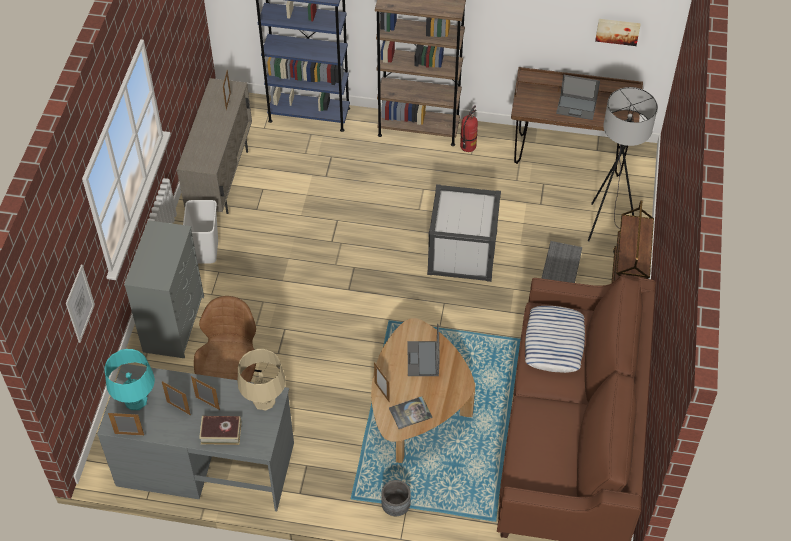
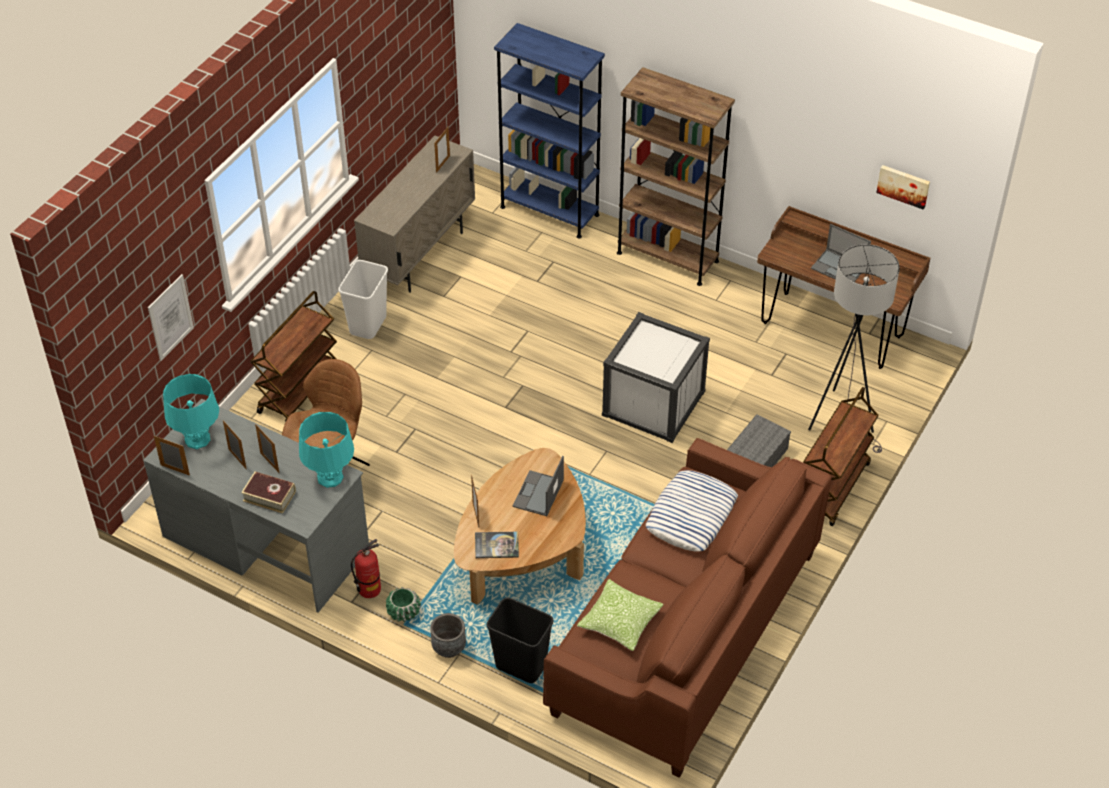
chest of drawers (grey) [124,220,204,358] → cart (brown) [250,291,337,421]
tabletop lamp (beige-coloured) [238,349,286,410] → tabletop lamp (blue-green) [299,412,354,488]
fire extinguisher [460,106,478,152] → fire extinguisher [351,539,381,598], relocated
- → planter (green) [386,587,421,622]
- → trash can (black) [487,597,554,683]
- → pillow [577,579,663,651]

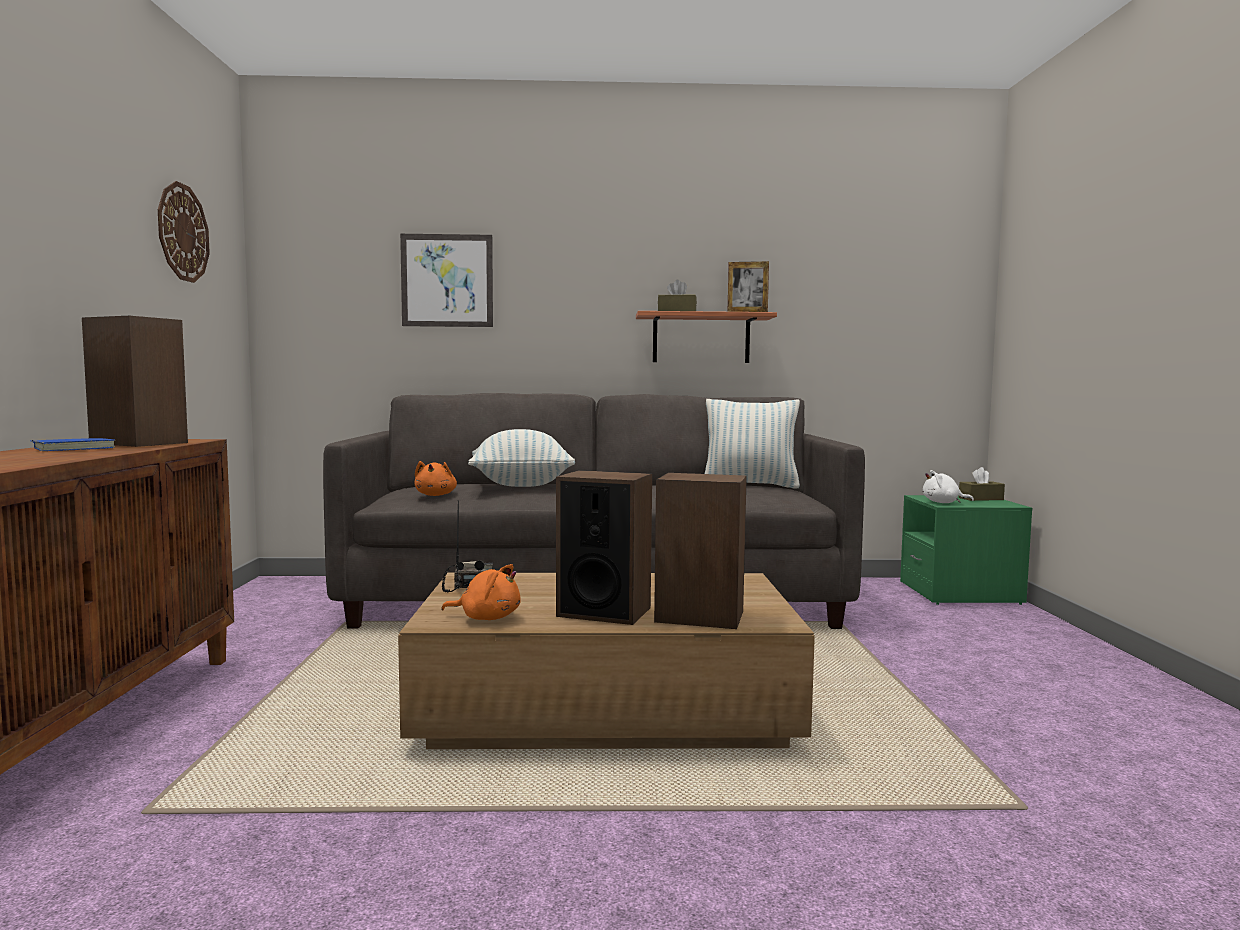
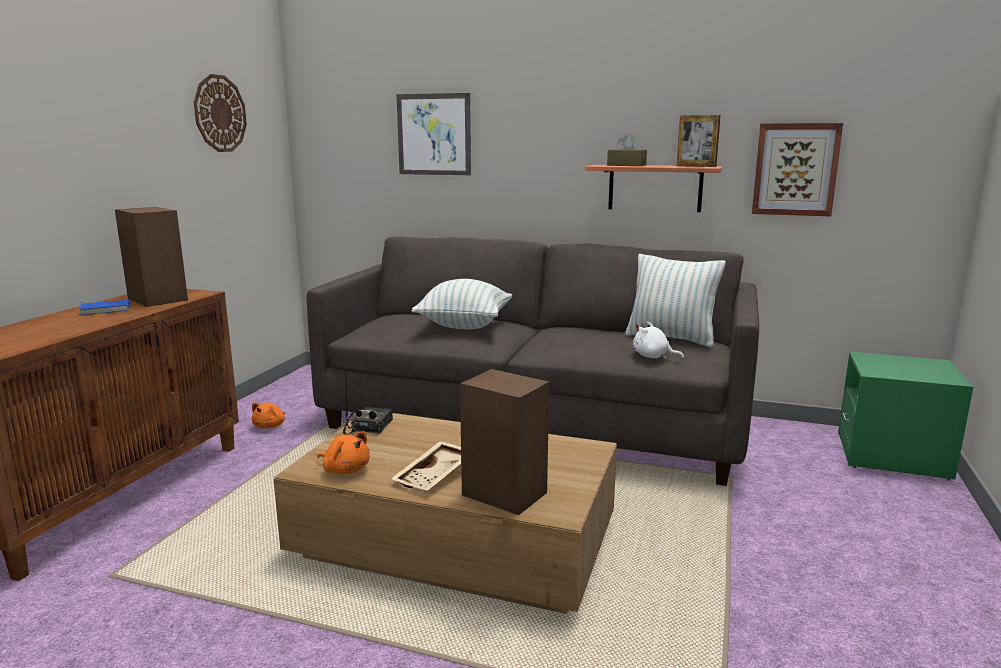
soft toy (orange) [414,461,457,496] → soft toy (orange) [251,402,285,428], relocated
loudspeaker [556,470,652,625] → serving tray (beige-coloured) [391,441,461,491]
soft toy (white-coloured) [923,470,974,503] → soft toy (white-coloured) [633,321,684,359], relocated
- → wall art [752,123,843,216]
tissue box (brown) [959,467,1005,501] → -

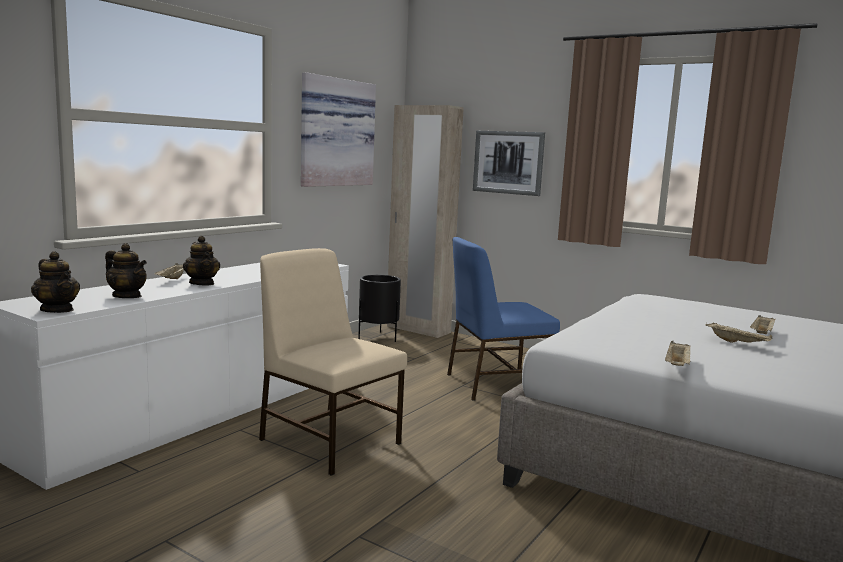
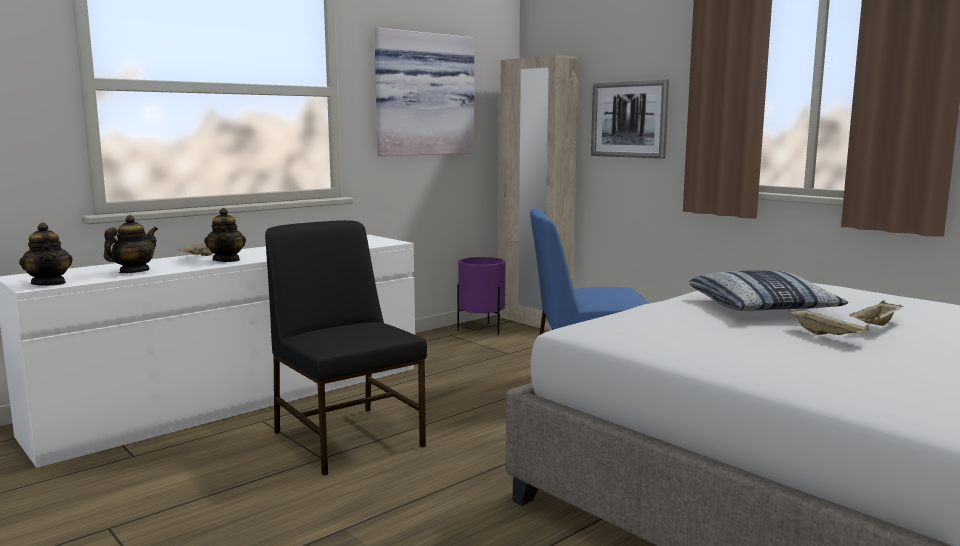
pot for tea [105,243,147,298] → pot for tea [104,215,158,273], 105 degrees counterclockwise
upright chair (beige-coloured) [259,248,407,476] → upright chair (black) [265,220,427,476]
planter (black) [358,275,401,342] → planter (purple-coloured) [457,257,506,335]
- → pillow [689,270,848,311]
serving tray (beige-coloured) [665,341,691,366] → -

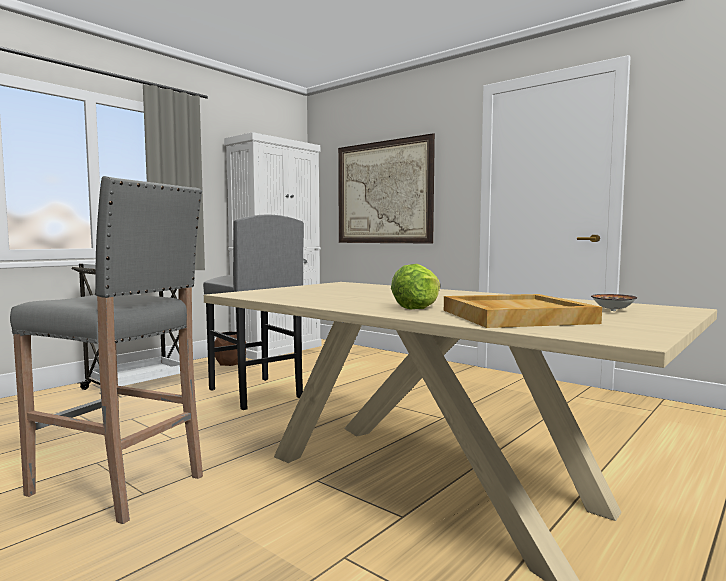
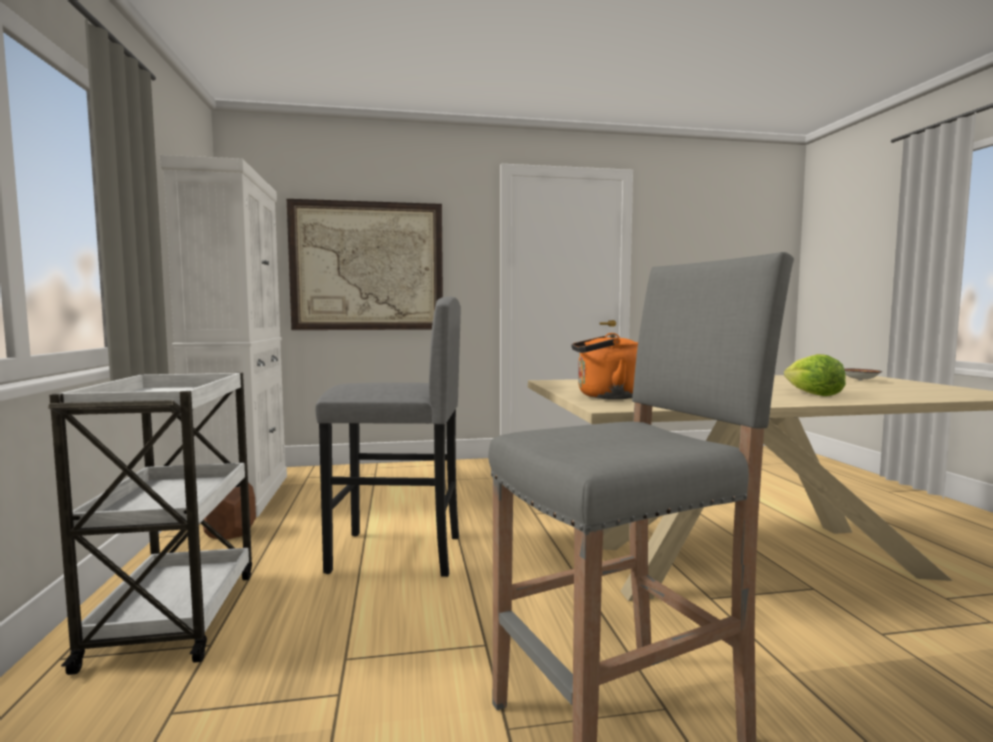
- → tea kettle (orange) [571,333,638,399]
serving tray (beige-coloured) [444,294,602,328] → -

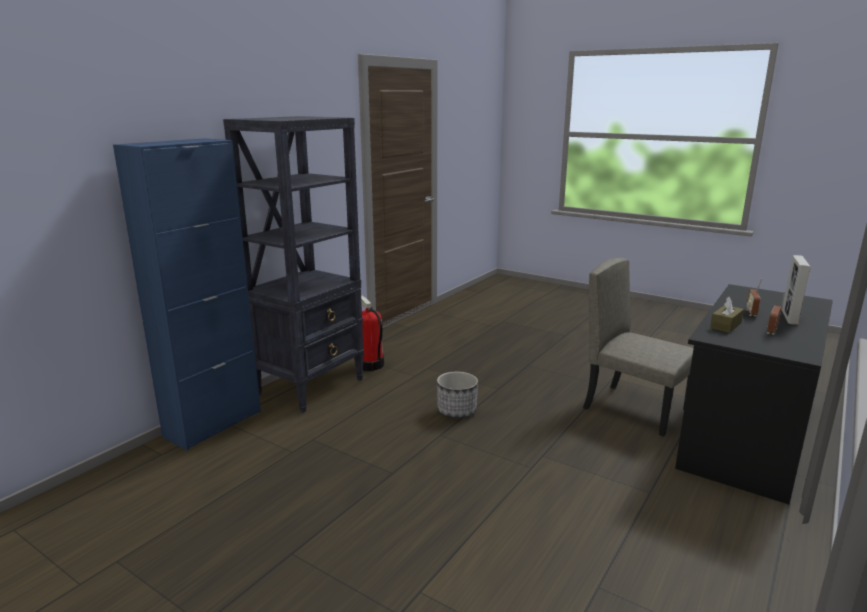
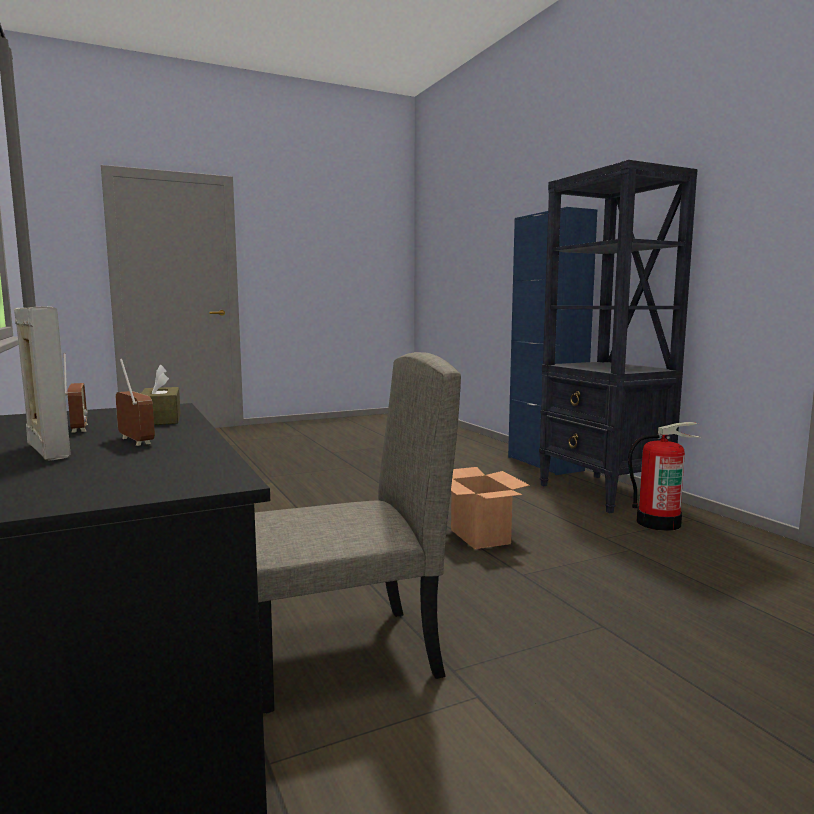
planter [437,372,478,418] → cardboard box [451,467,530,549]

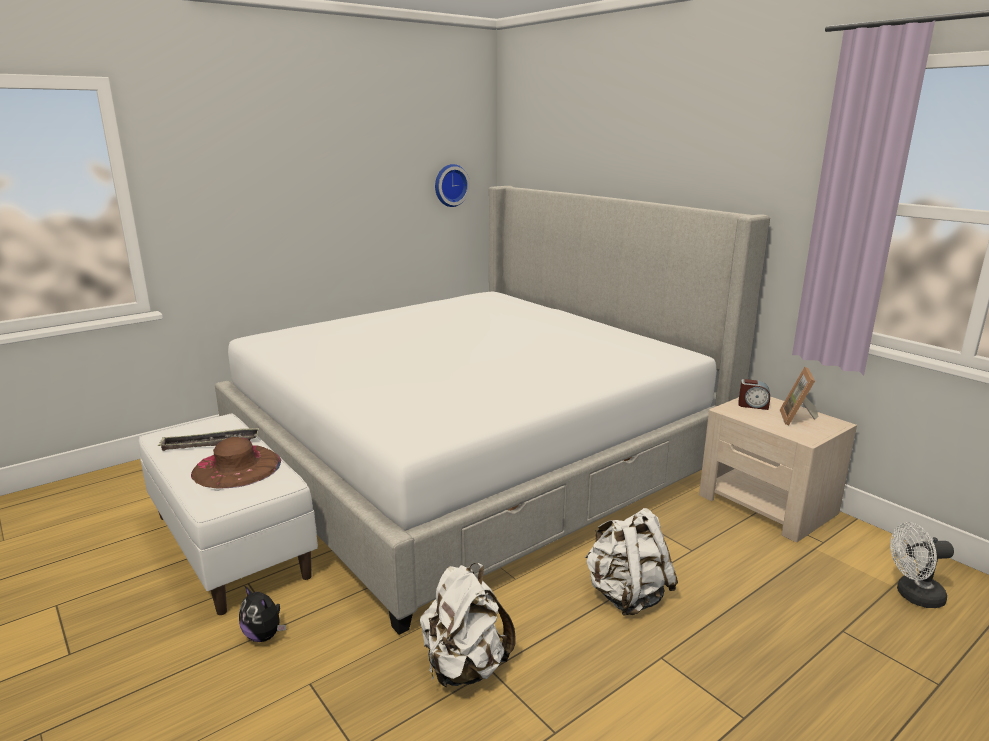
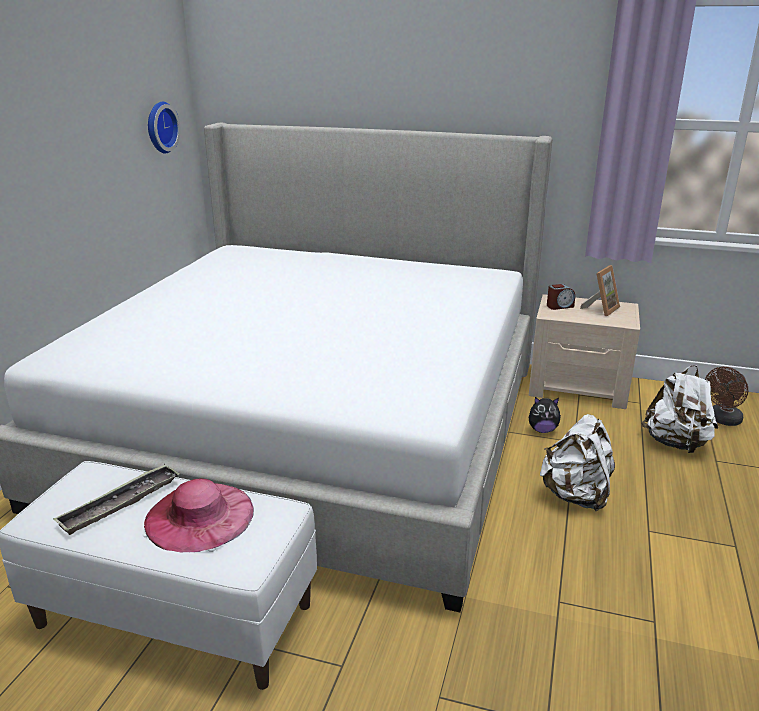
hat (brown) [191,437,281,488] → hat (pink-coloured) [144,478,254,552]
soft toy [239,586,286,642] → soft toy [529,397,561,433], relocated
picture frame [780,367,818,426] → picture frame [580,265,620,316], 120 degrees counterclockwise
knapsack (white-coloured) [420,563,516,688] → knapsack (white-coloured) [641,365,718,453], relocated
electric fan (white-coloured) [890,522,954,608] → electric fan (brown) [705,367,748,426]

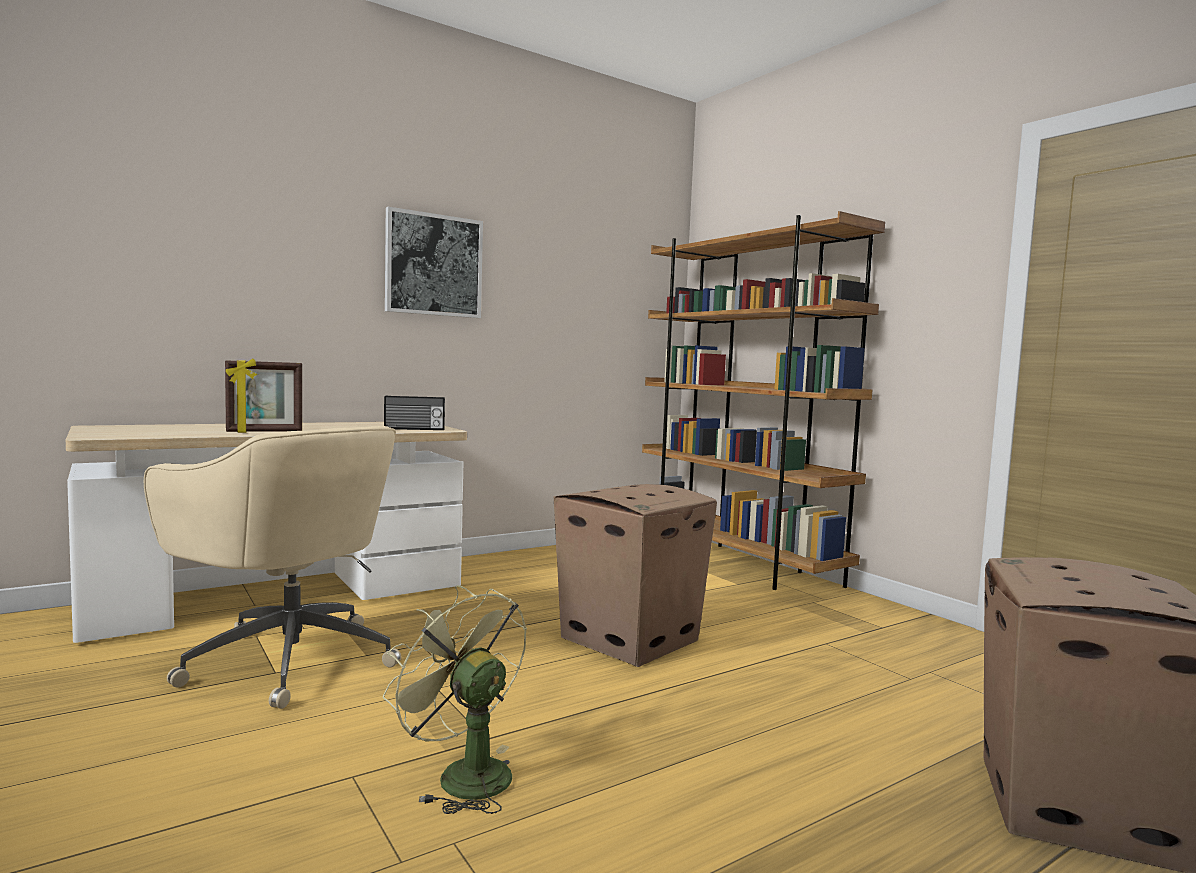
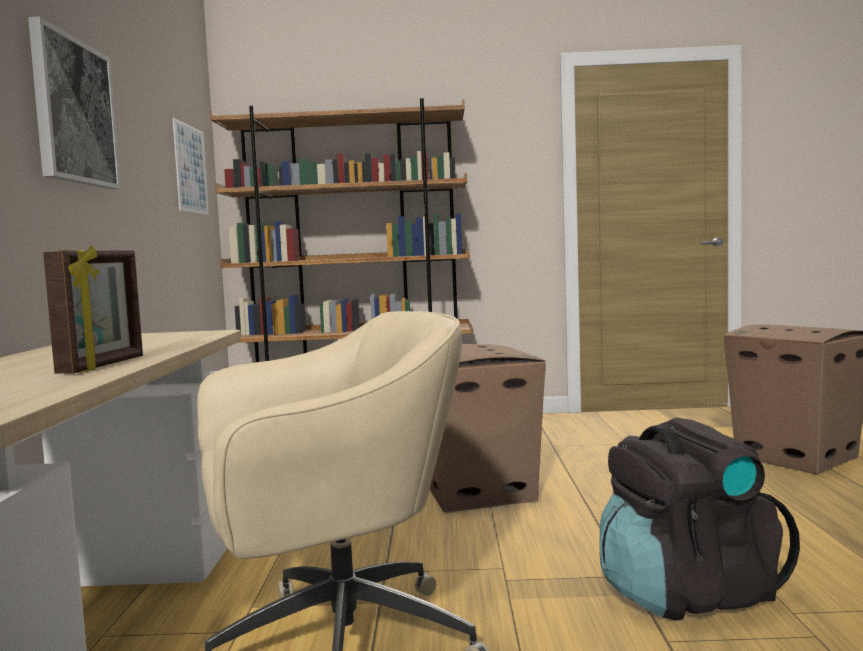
- → wall art [173,118,209,215]
electric fan (green) [383,585,527,814] → knapsack (black) [599,418,800,621]
radio receiver [384,396,445,430] → -

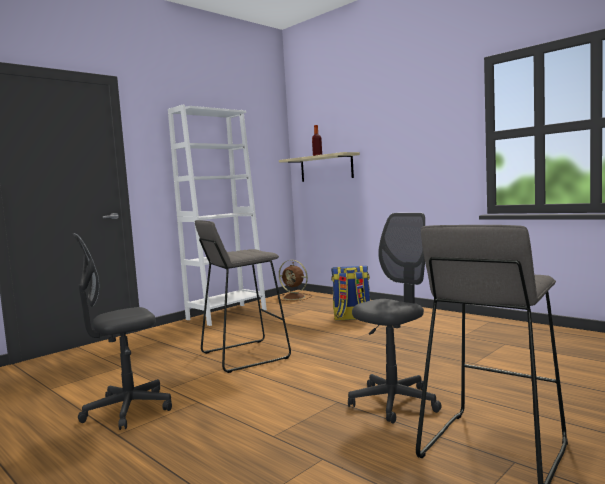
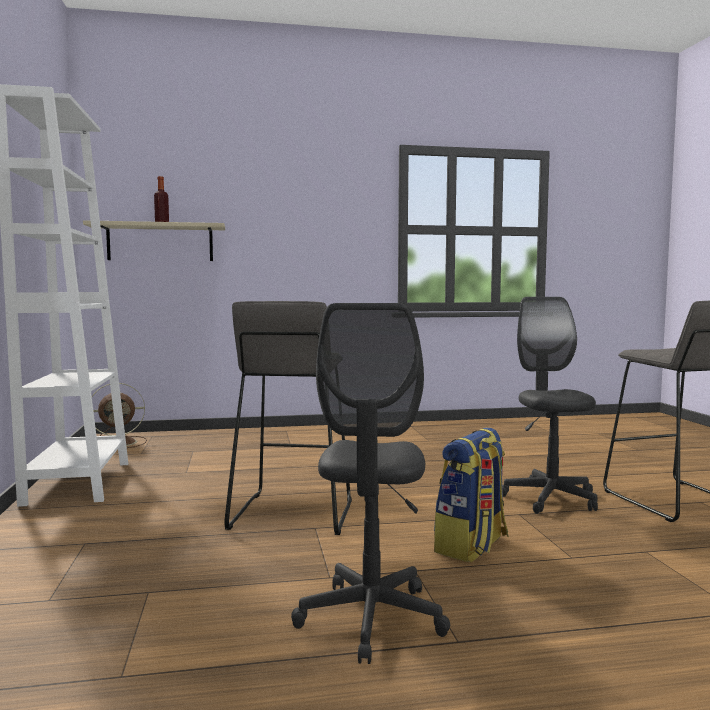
knapsack [331,266,370,321] → knapsack [434,427,509,562], relocated

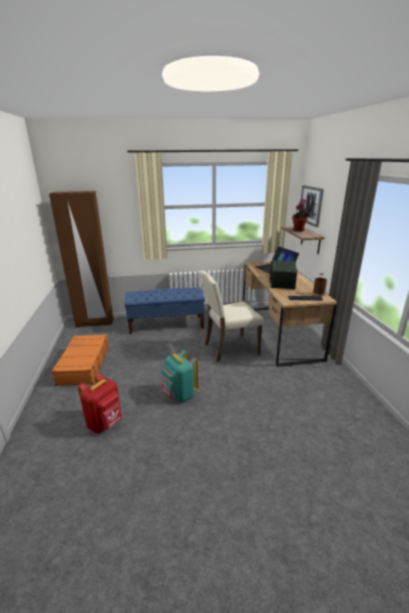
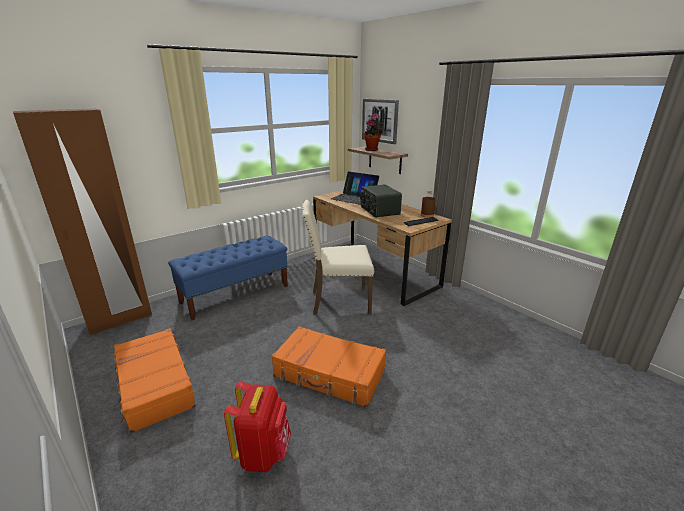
knapsack (blue-green) [162,350,198,402] → piece of luggage (orange) [271,326,386,408]
upright chair (beige-coloured) [199,270,263,362] → upright chair (beige-coloured) [302,200,374,314], 45 degrees clockwise

